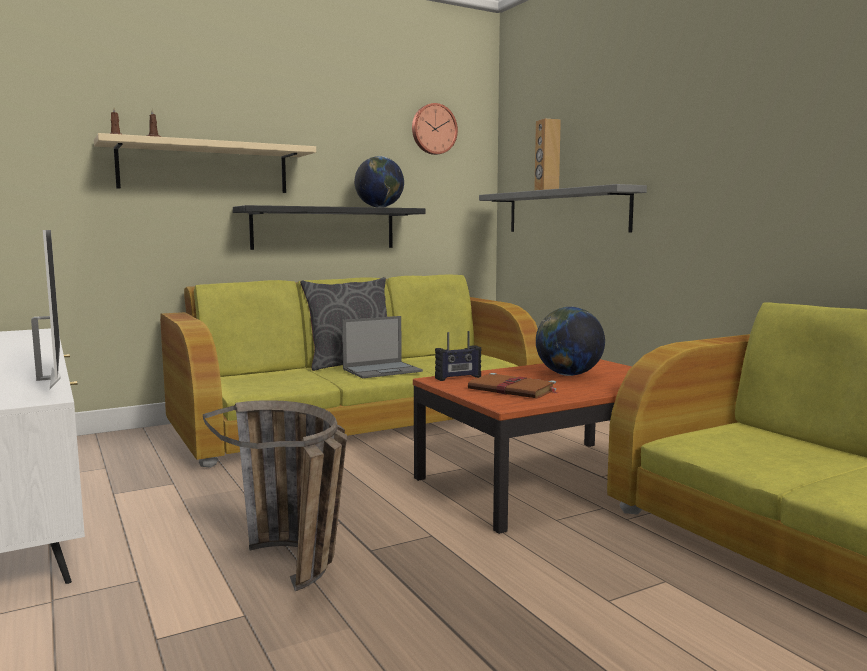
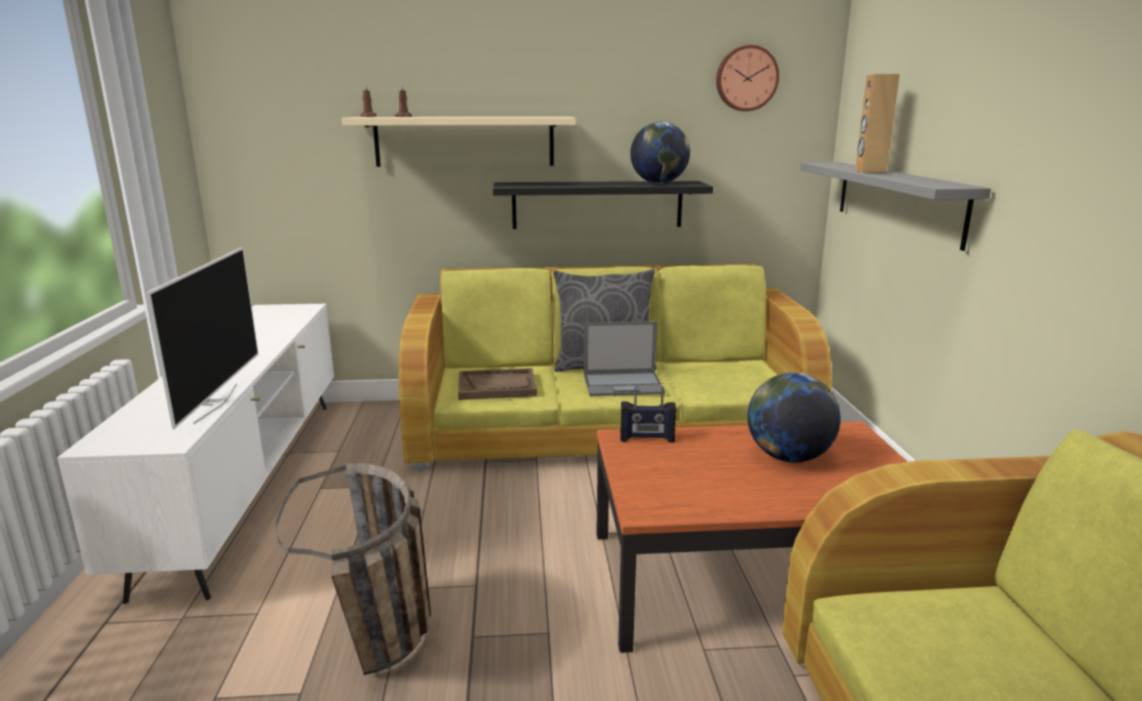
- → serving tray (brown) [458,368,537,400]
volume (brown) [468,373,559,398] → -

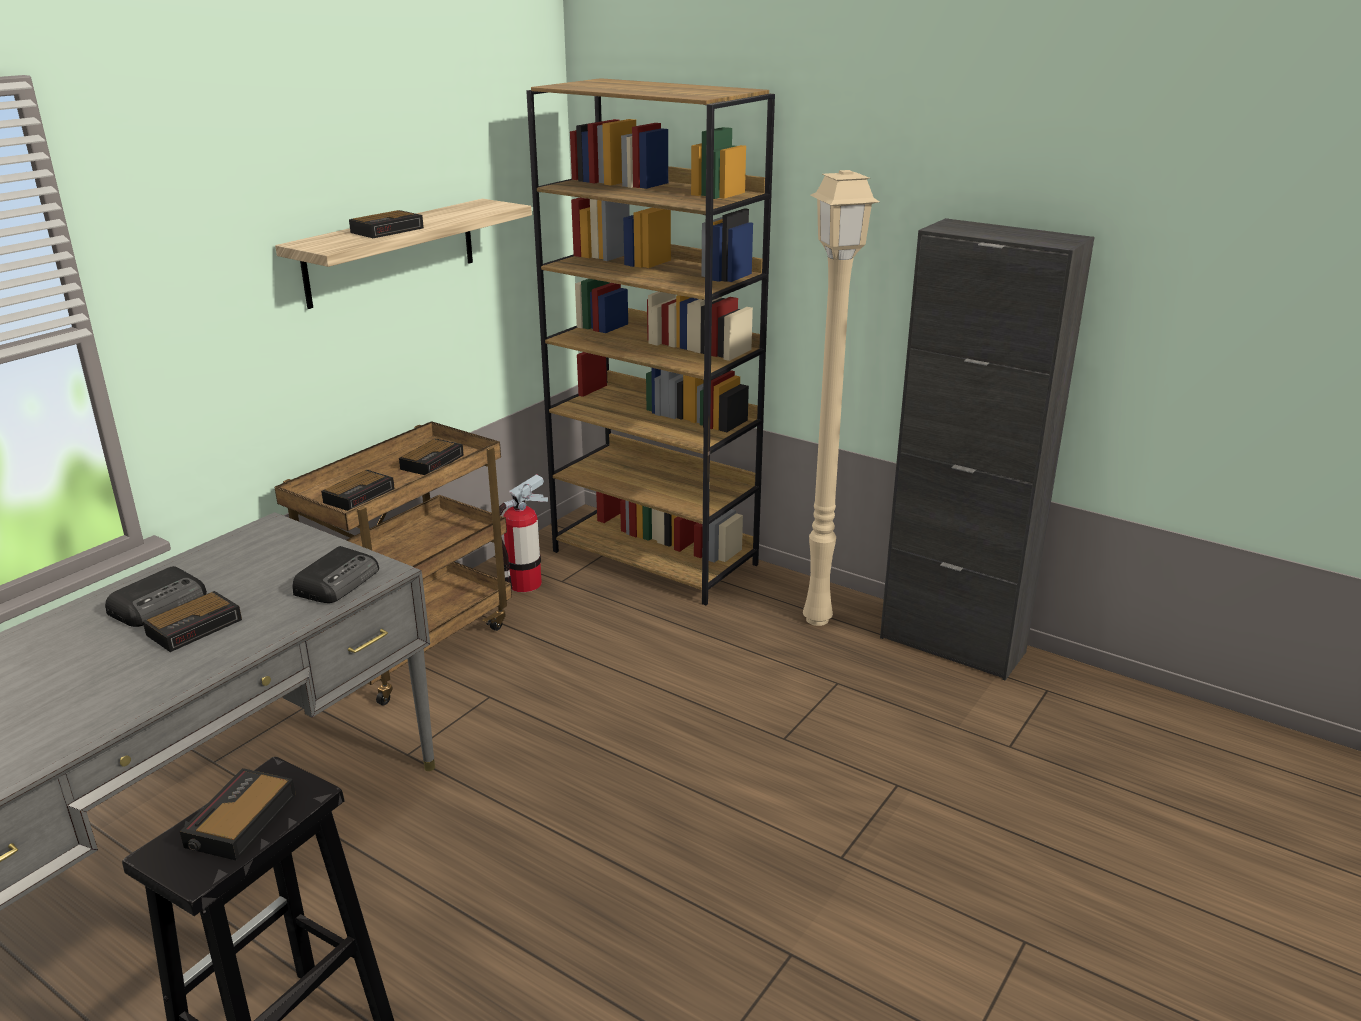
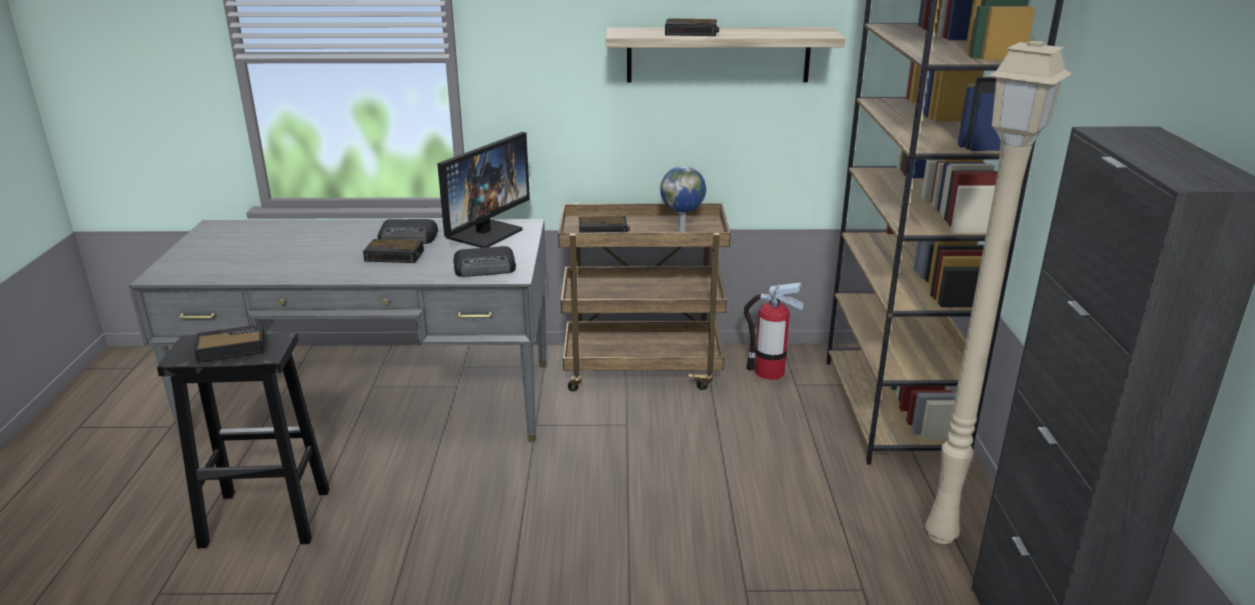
- → computer display [437,132,530,248]
alarm clock [399,439,464,475] → desk globe [660,166,706,232]

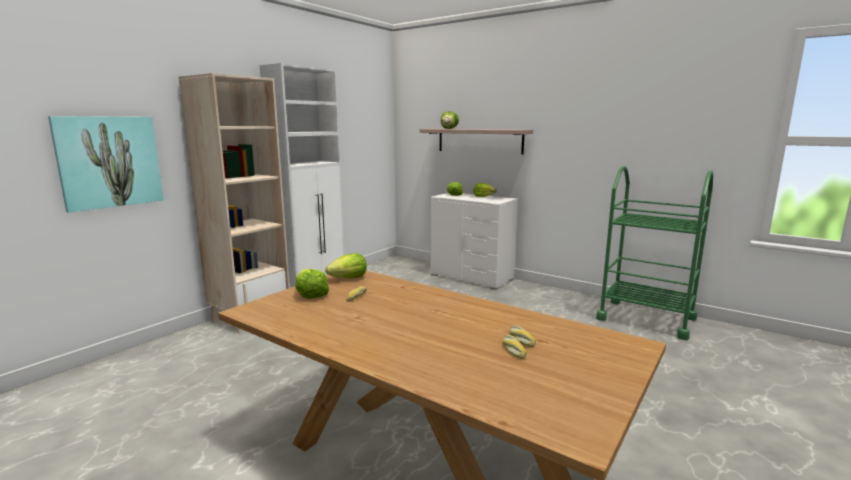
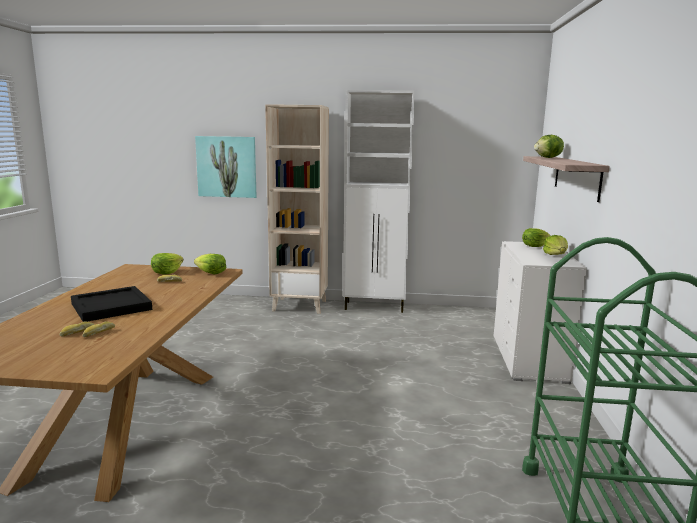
- → serving tray (black) [71,286,152,322]

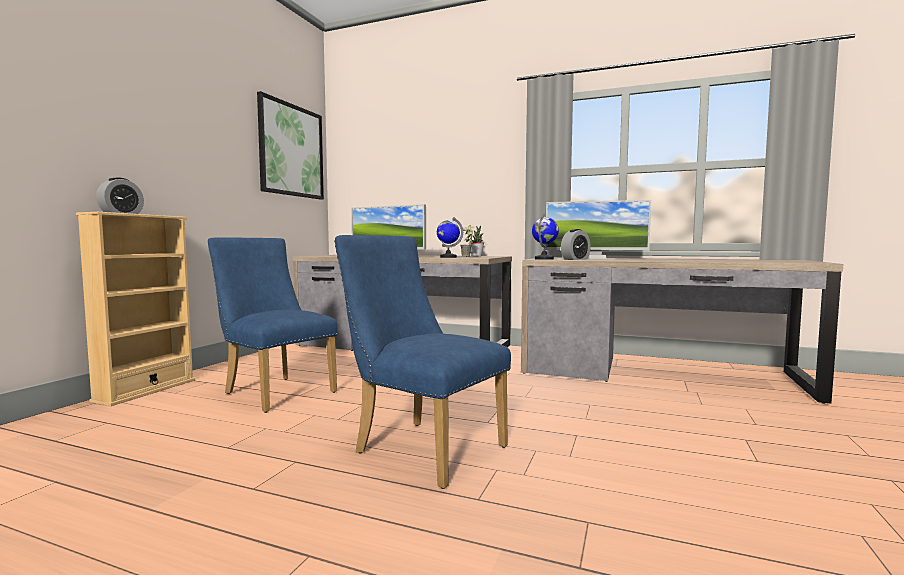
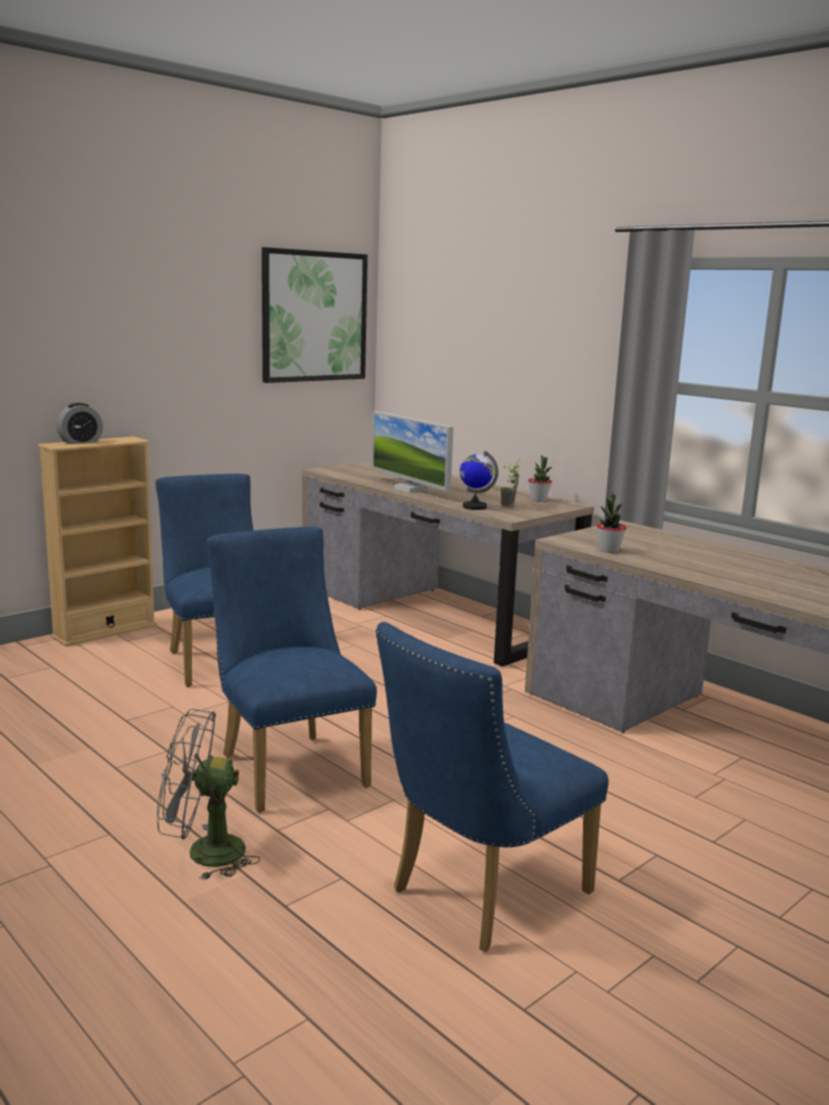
- → electric fan (grey) [157,709,260,880]
- → upright chair (blue) [375,622,608,952]
alarm clock [561,229,591,260] → potted plant [597,493,627,553]
desk globe [532,214,559,260] → -
computer display [545,200,651,259] → -

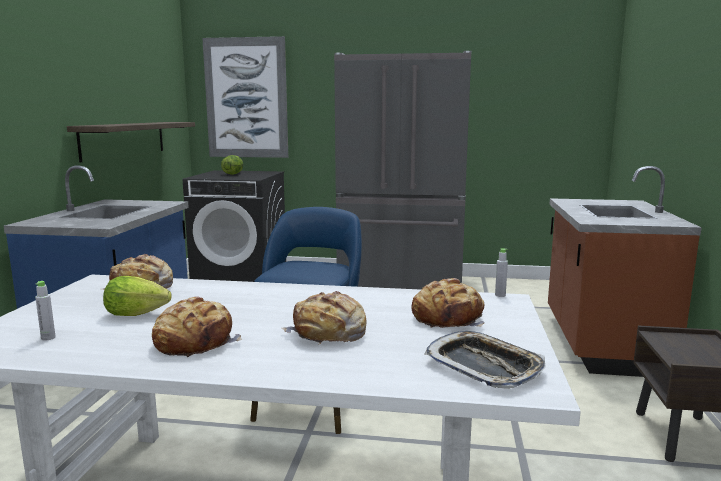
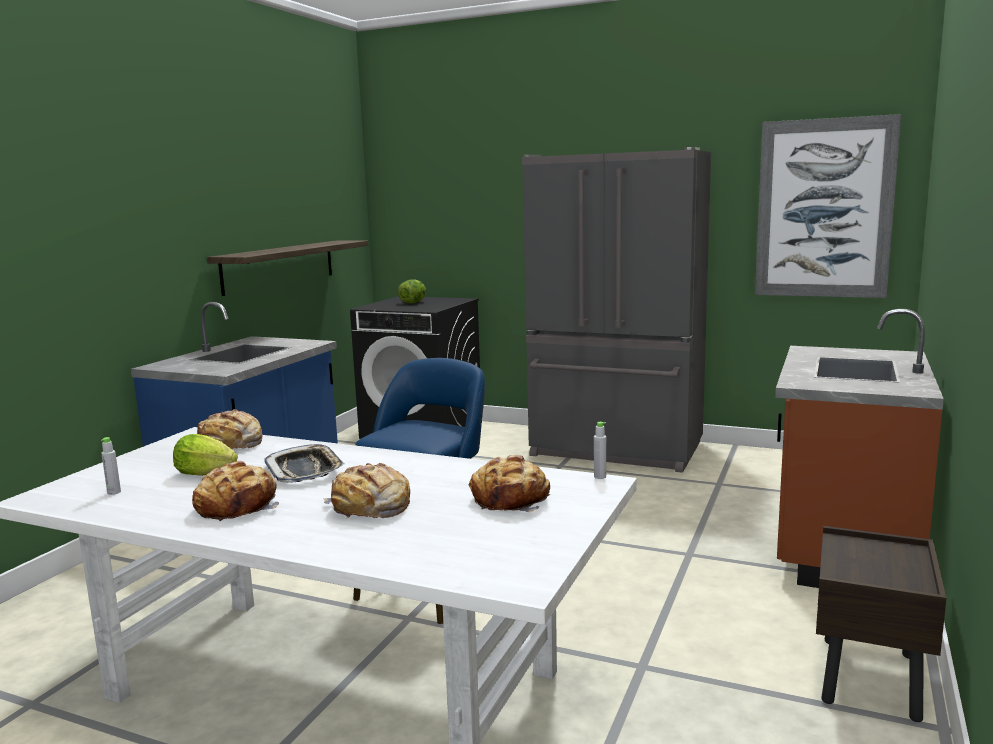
serving tray [424,331,545,389] → serving tray [264,444,345,483], relocated
wall art [202,36,288,158] → wall art [755,114,901,298], relocated

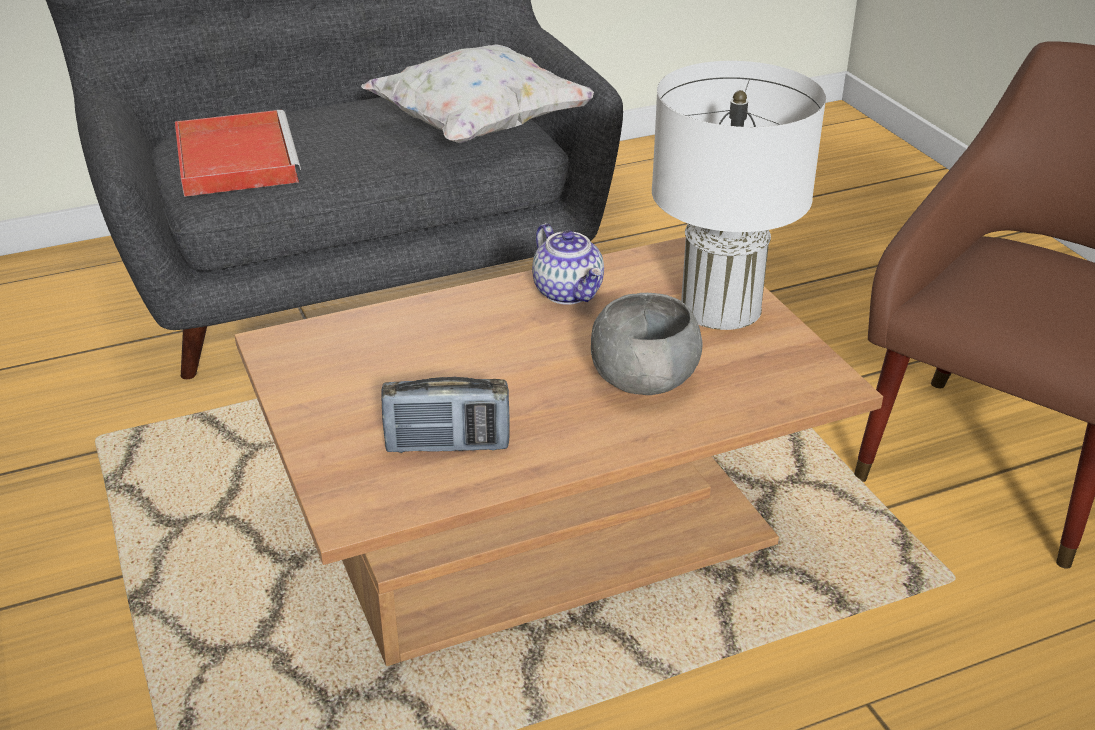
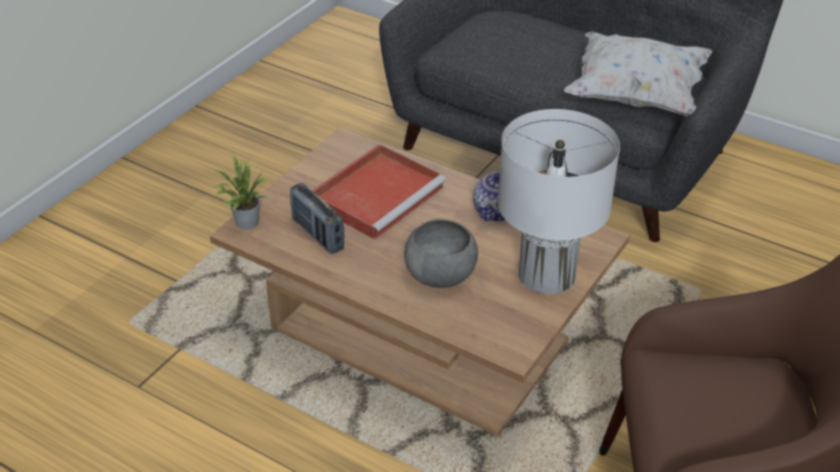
- → potted plant [208,152,268,230]
serving tray (red-coloured) [175,110,301,197] → serving tray (red-coloured) [312,144,446,240], relocated

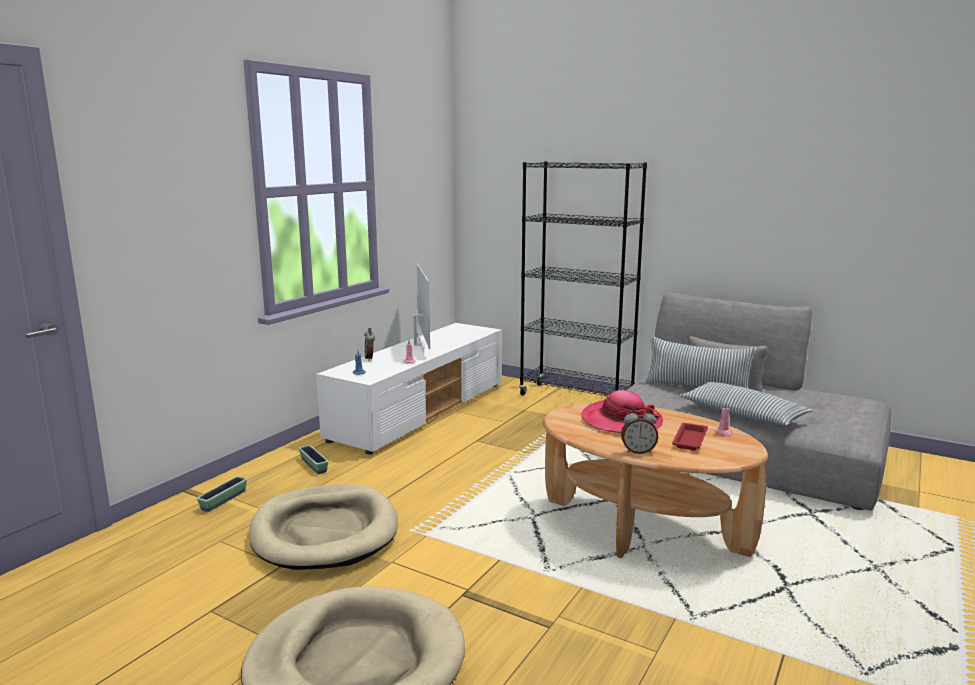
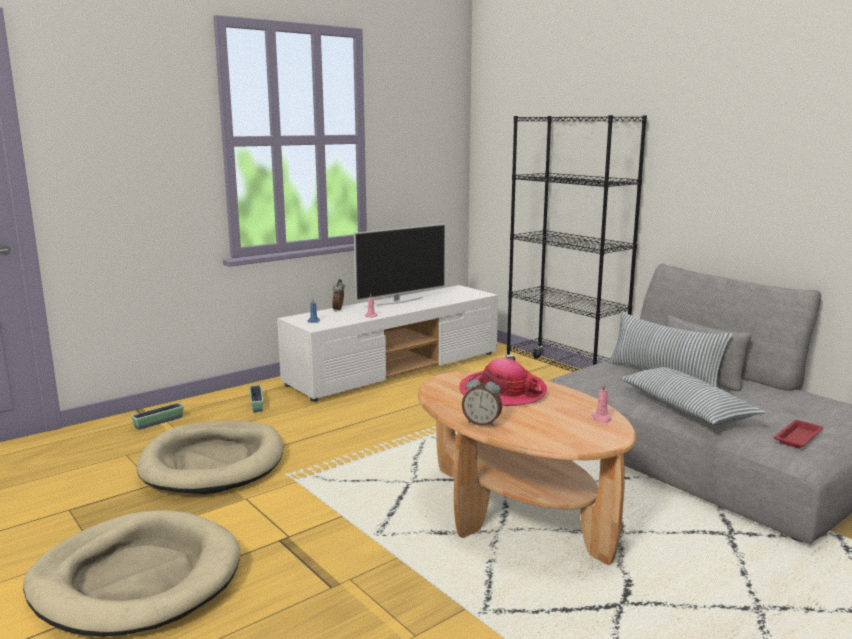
television [413,264,430,351] → television [354,224,446,306], 45 degrees clockwise
serving tray (red-coloured) [672,423,708,450] → serving tray (red-coloured) [774,420,824,448], relocated

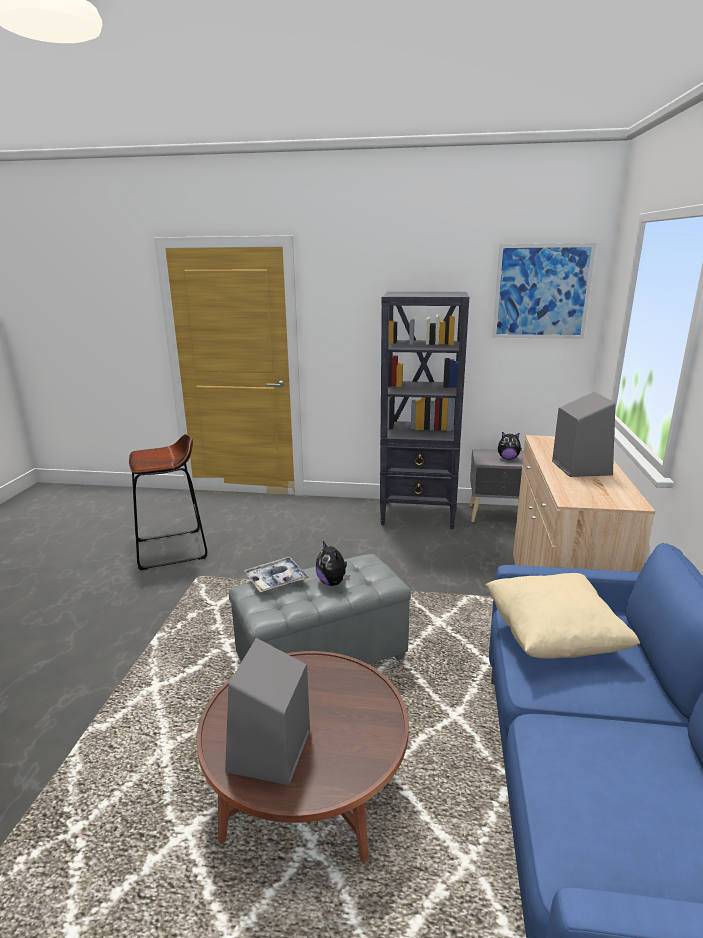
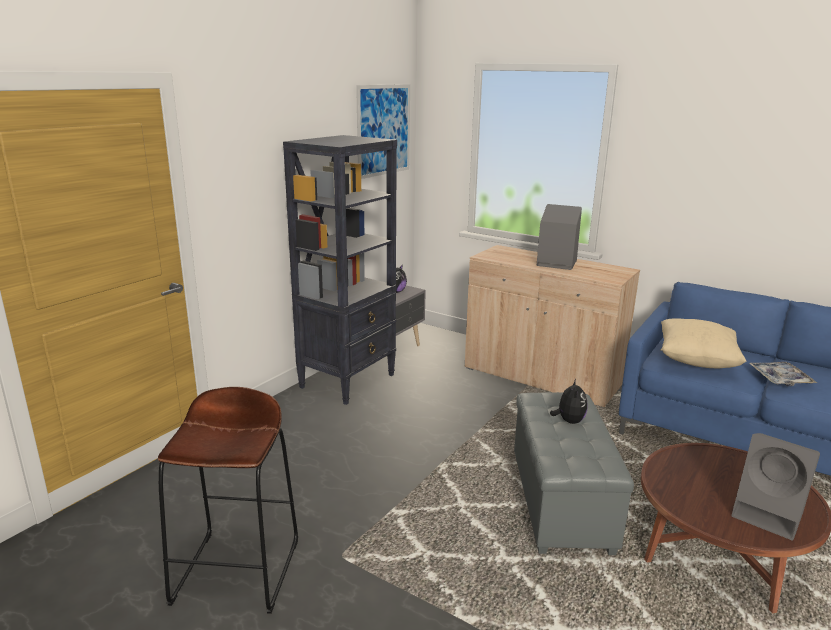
soft toy [316,541,350,586] → soft toy [550,379,587,424], 75 degrees counterclockwise
serving tray [244,557,309,592] → serving tray [749,362,817,386], relocated

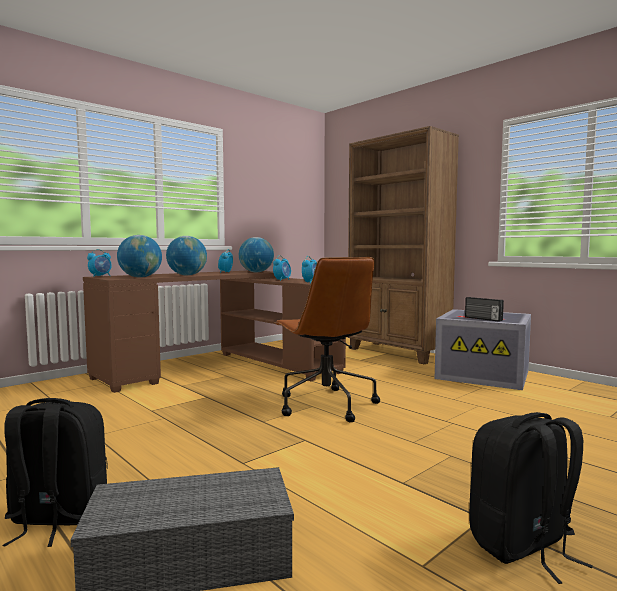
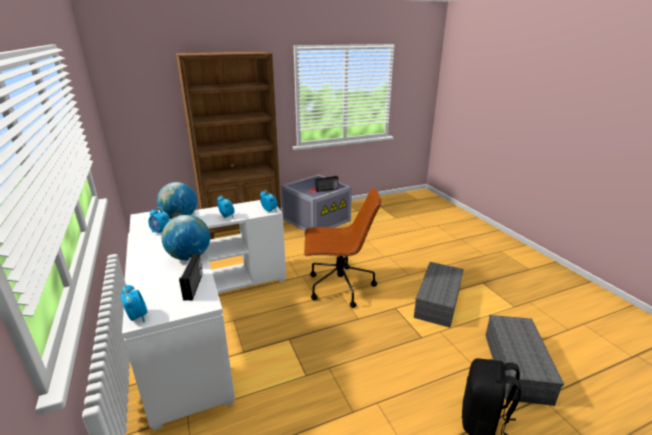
desk unit (brown) [83,271,346,393] → desk unit (white-coloured) [122,200,286,430]
desk globe [117,235,162,278] → radio receiver [179,253,203,301]
- → storage box (grey) [414,262,464,328]
knapsack (black) [469,412,593,584] → -

